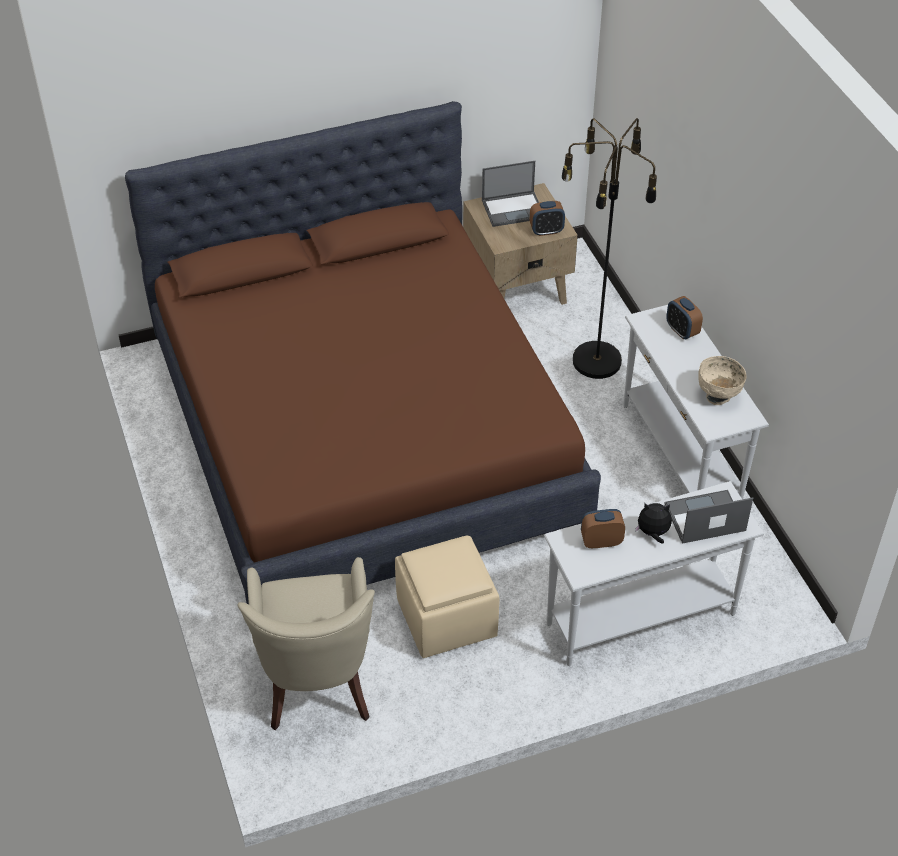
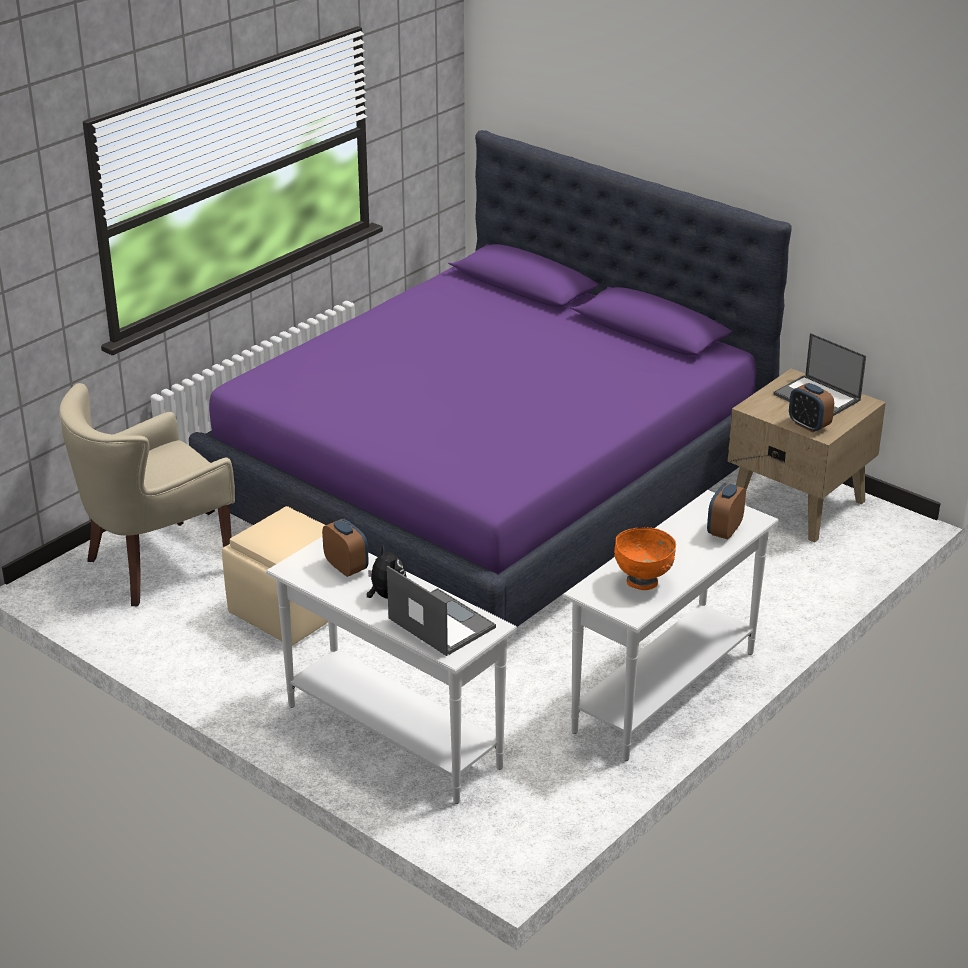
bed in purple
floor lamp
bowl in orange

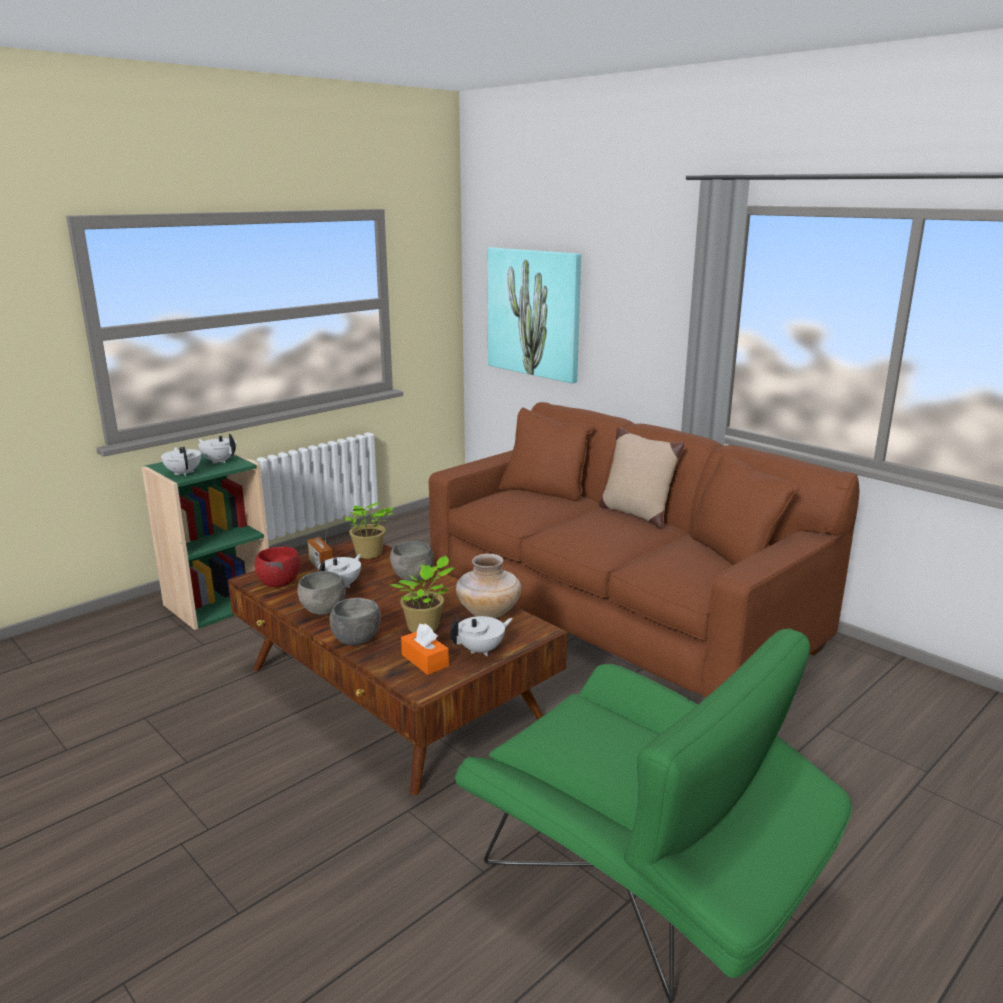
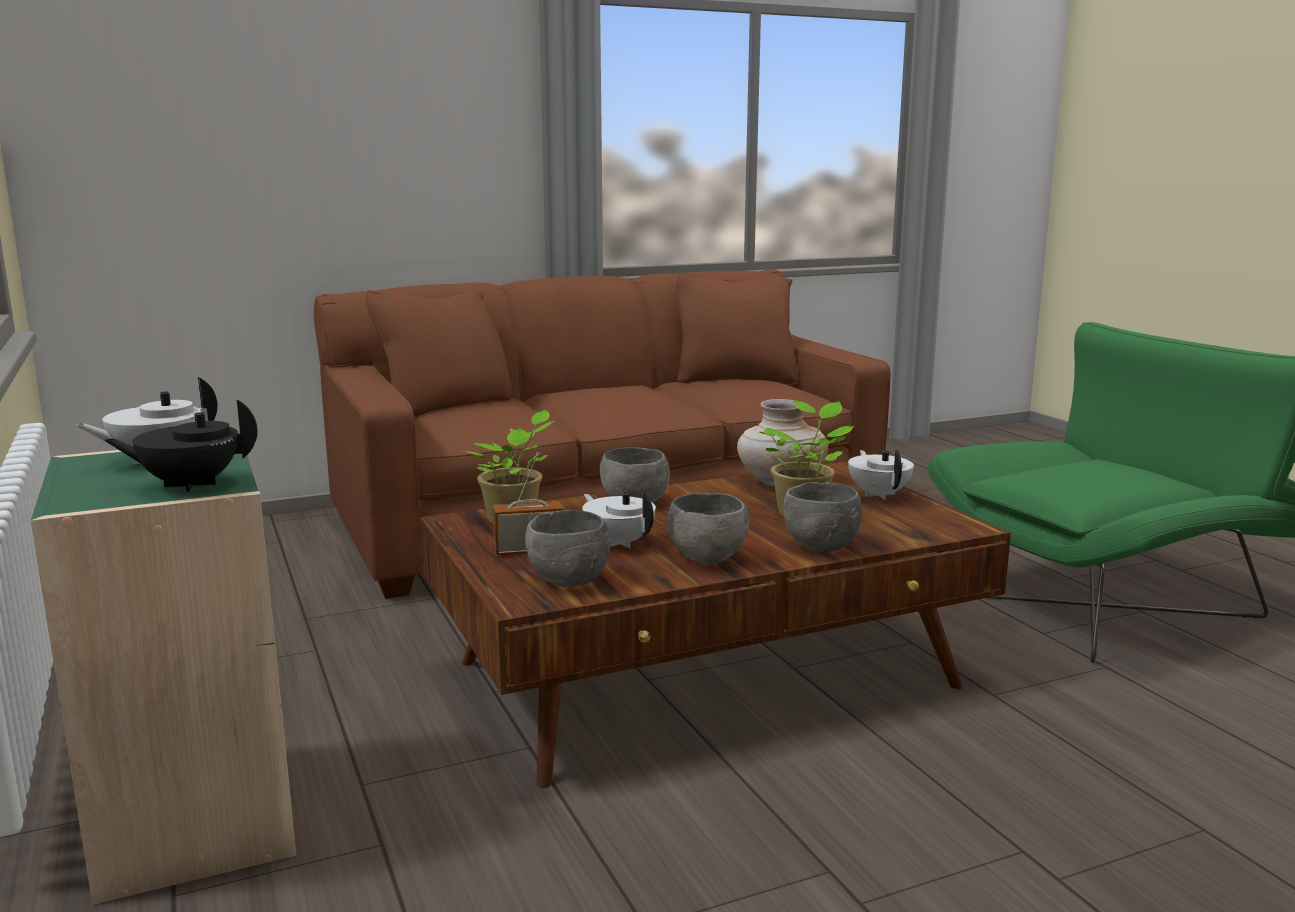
teapot in black
bowl in grey (no. 1 from left)
tissue box in orange
picture
pillow in beige

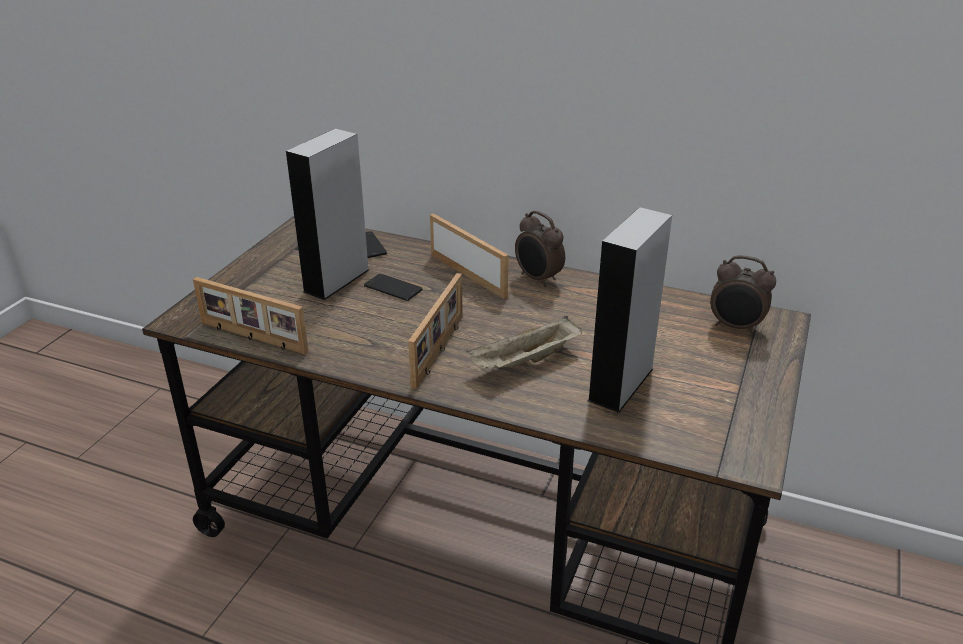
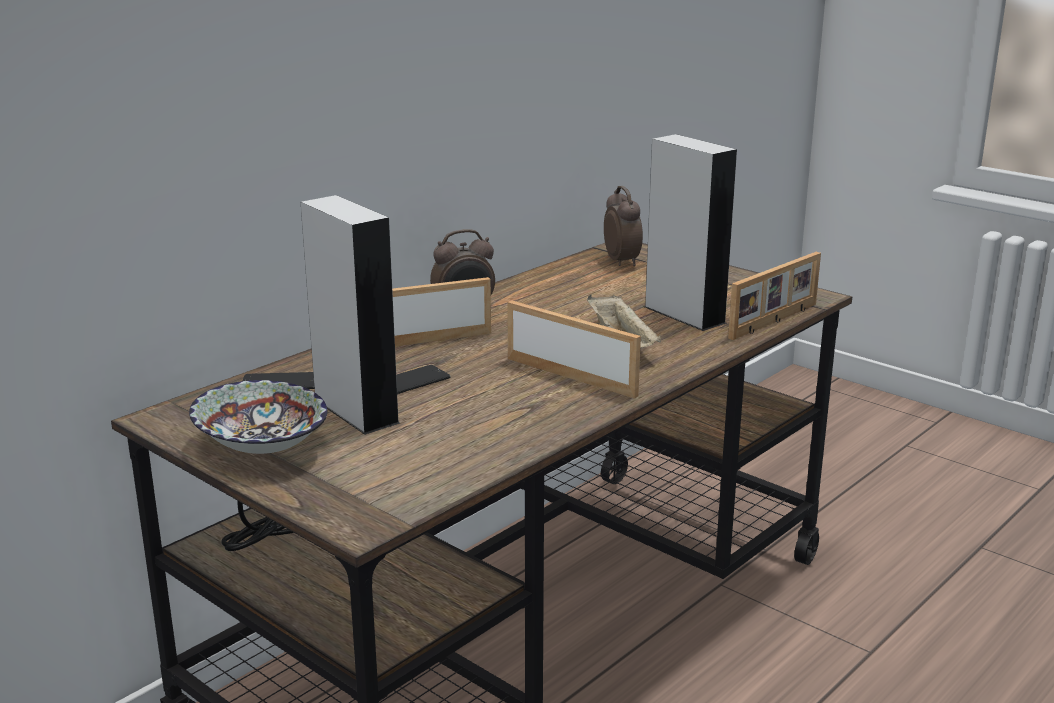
picture frame (no. 3 from left)
alarm clock (no. 2 from left)
bowl

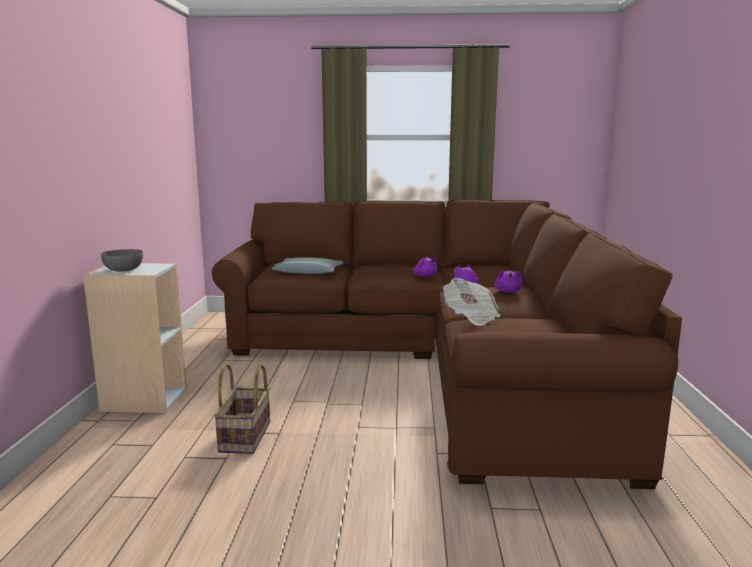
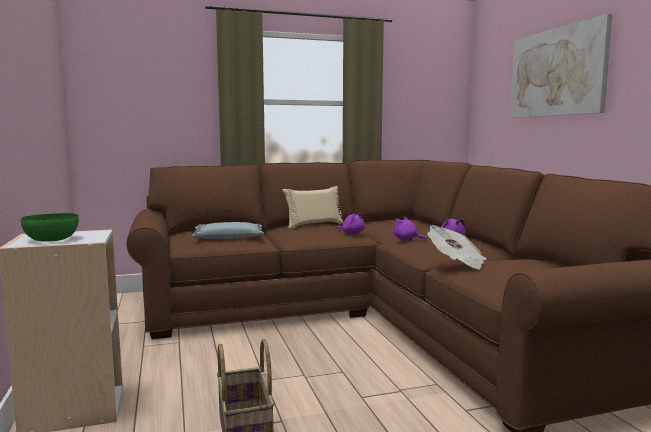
bowl in green
pillow in beige
picture

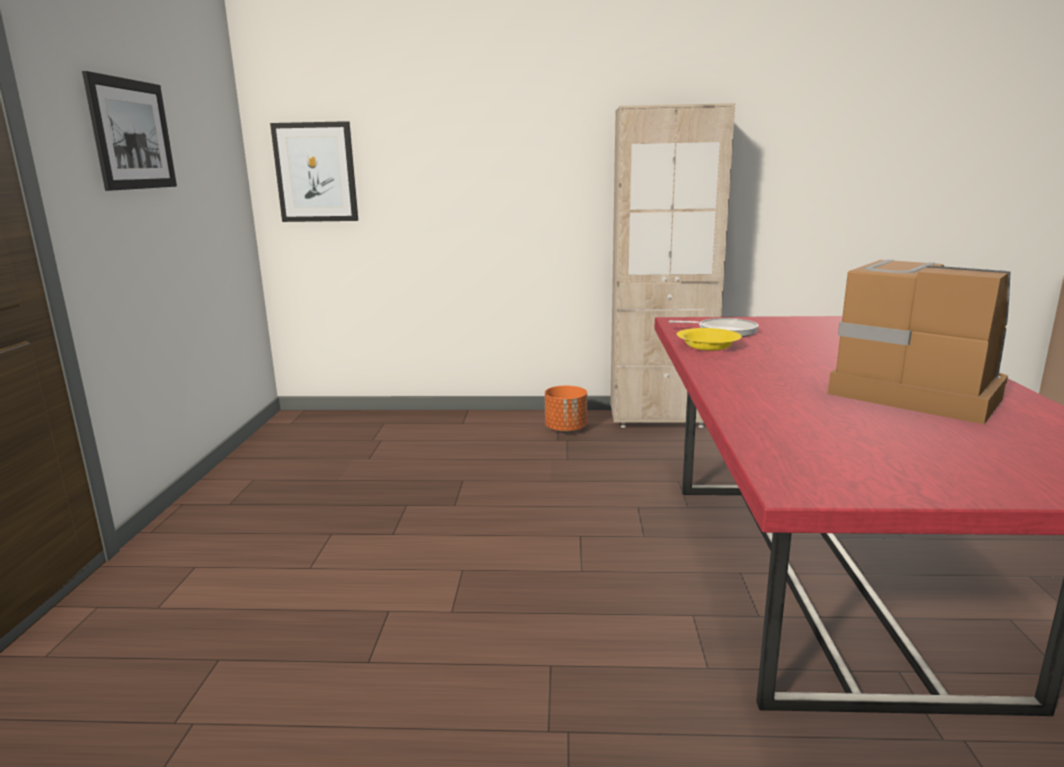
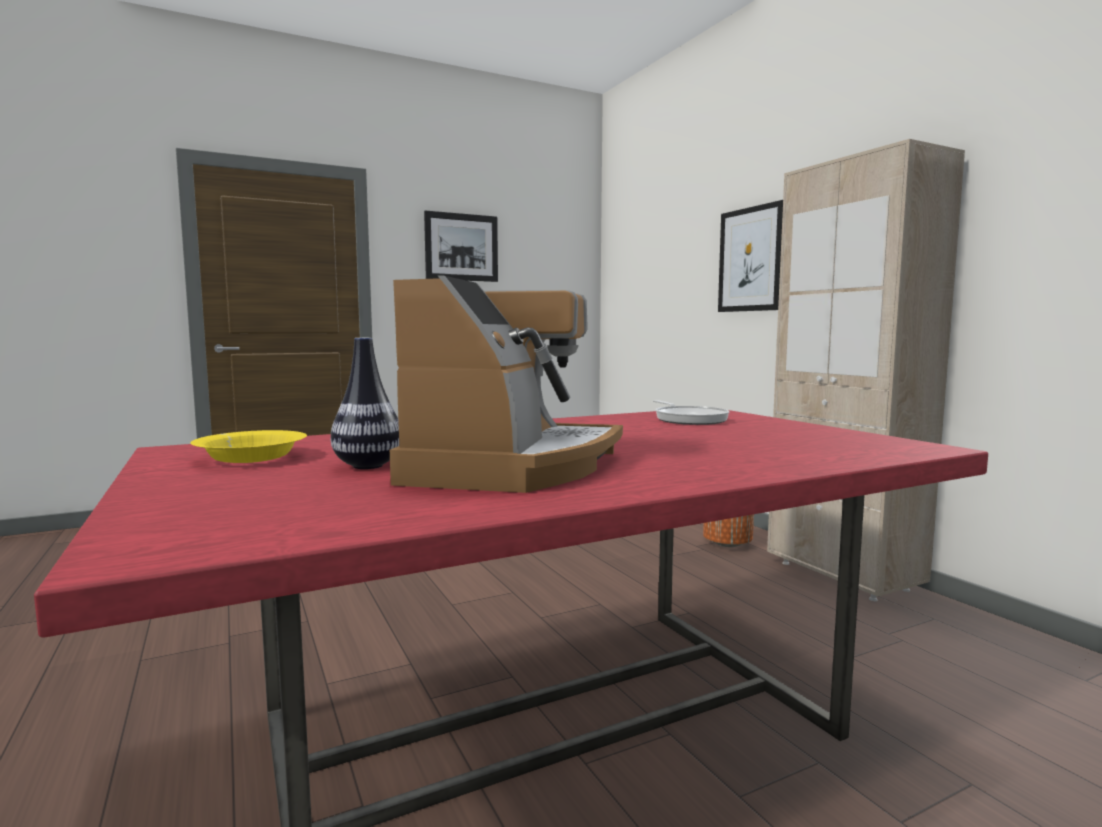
picture (no. 2 from left)
bowl in yellow
vase

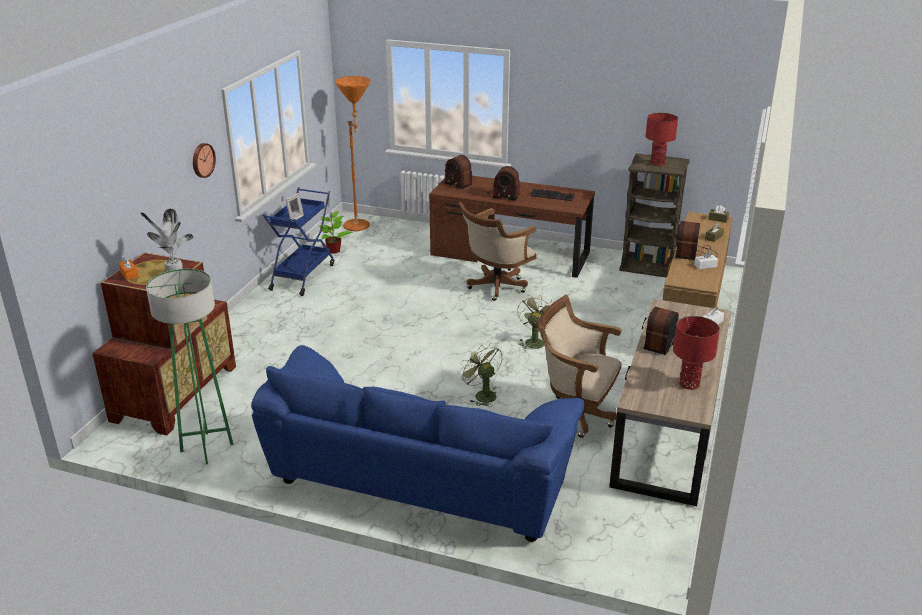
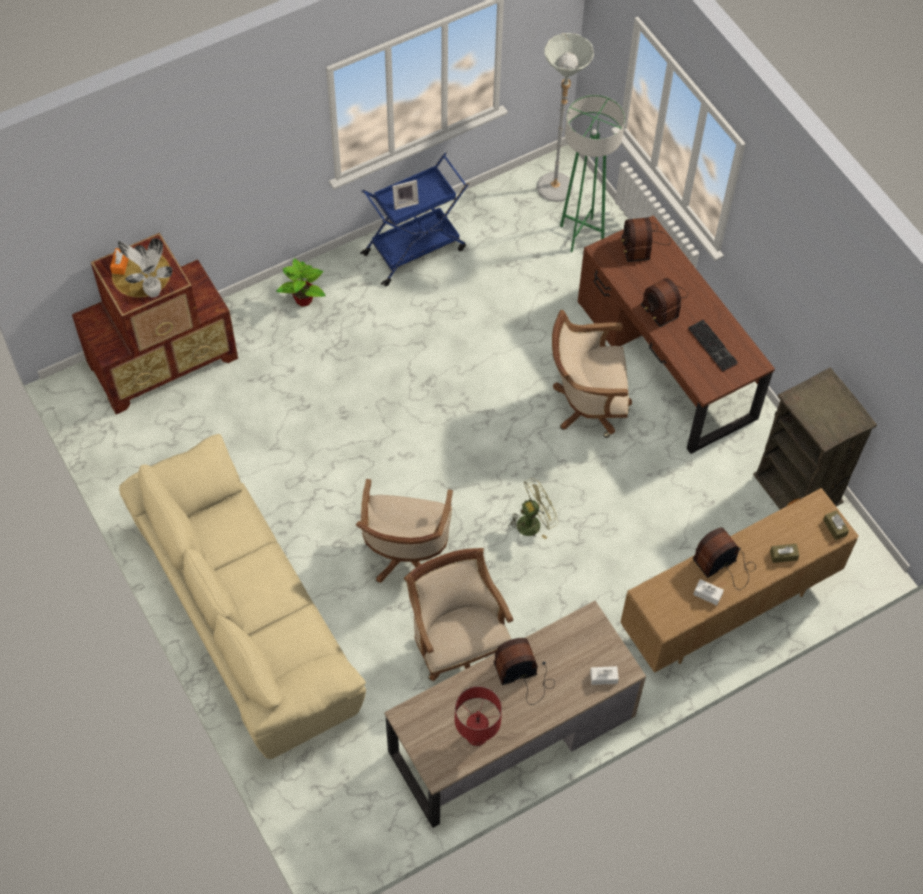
floor lamp in green
wall clock
sofa in beige
potted plant (no. 2 from left)
floor lamp in grey
office chair (no. 1 from left)
table lamp in red (no. 1 from left in the first image)

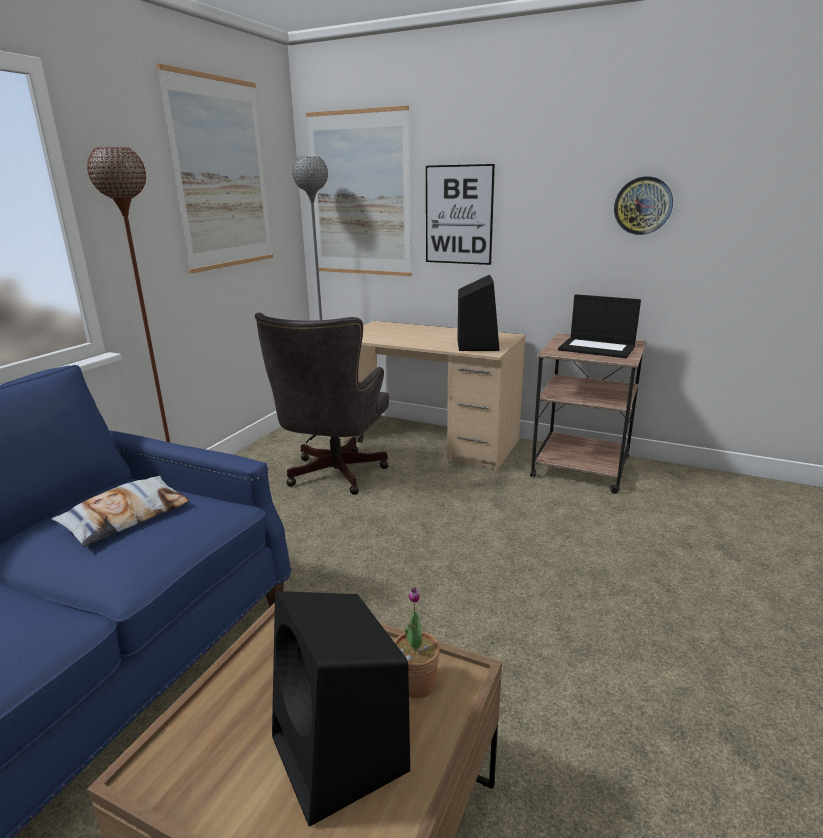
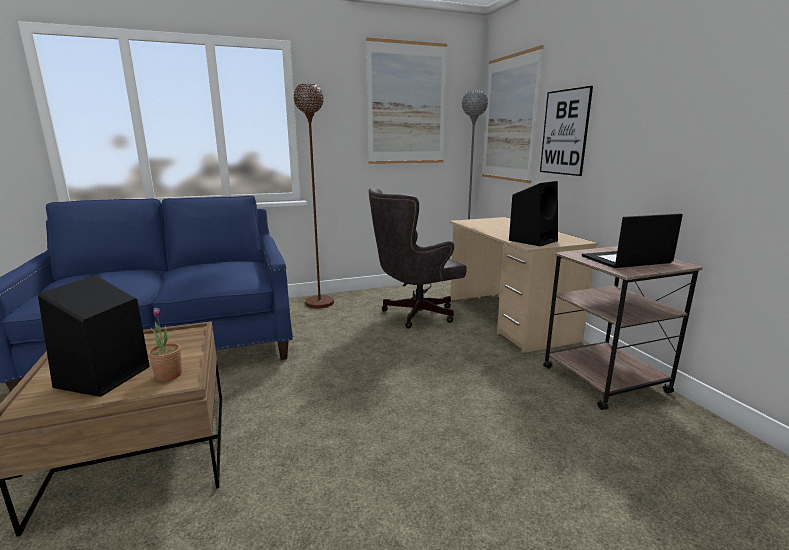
pillow
laptop
wall clock

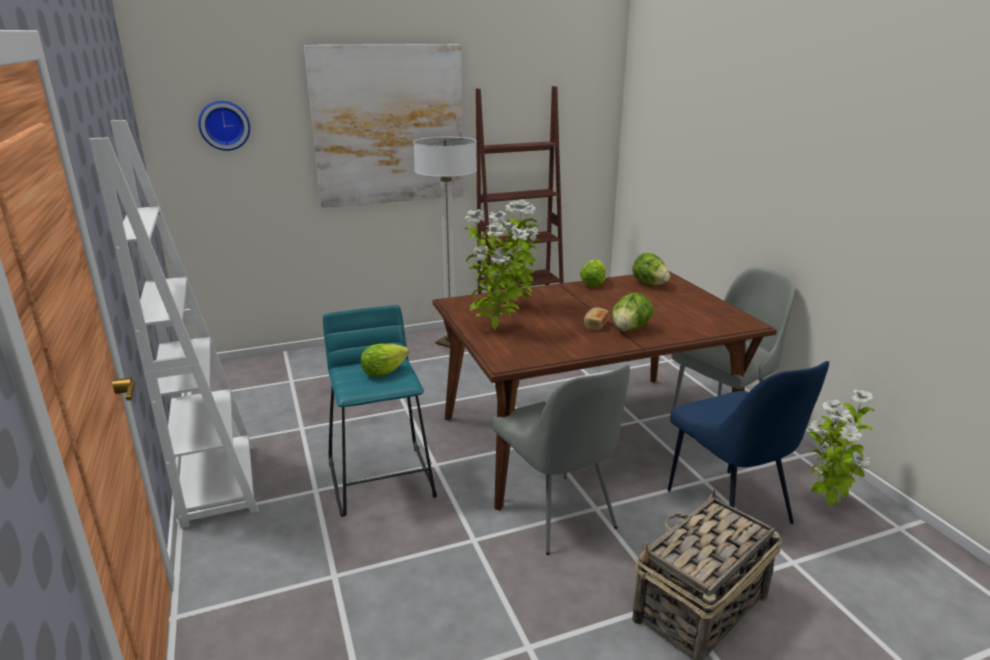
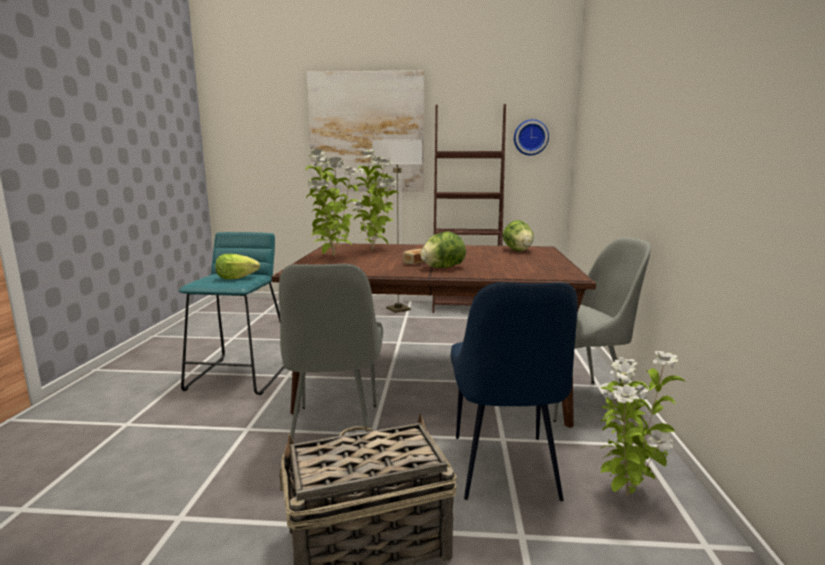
bookcase in white
wall clock
lettuce (no. 2 from left in the first image)

